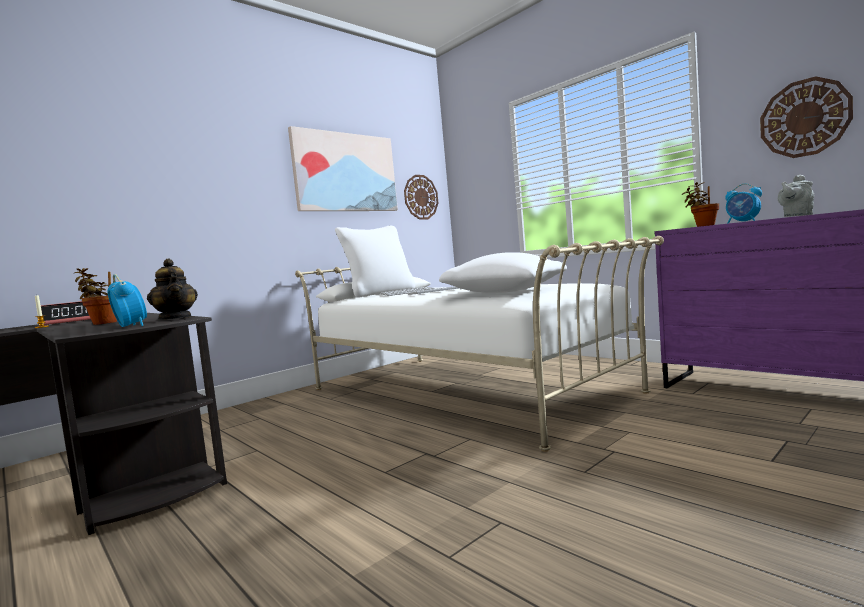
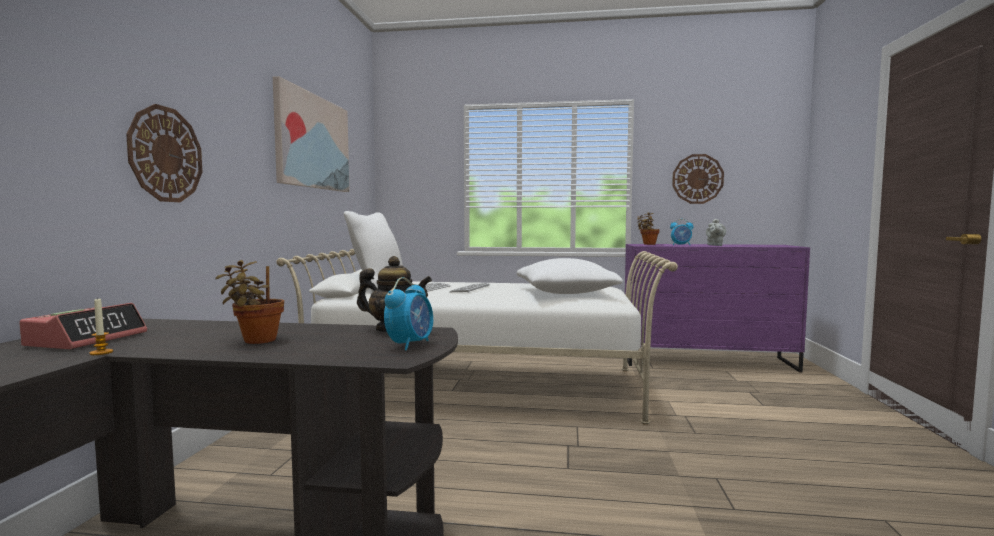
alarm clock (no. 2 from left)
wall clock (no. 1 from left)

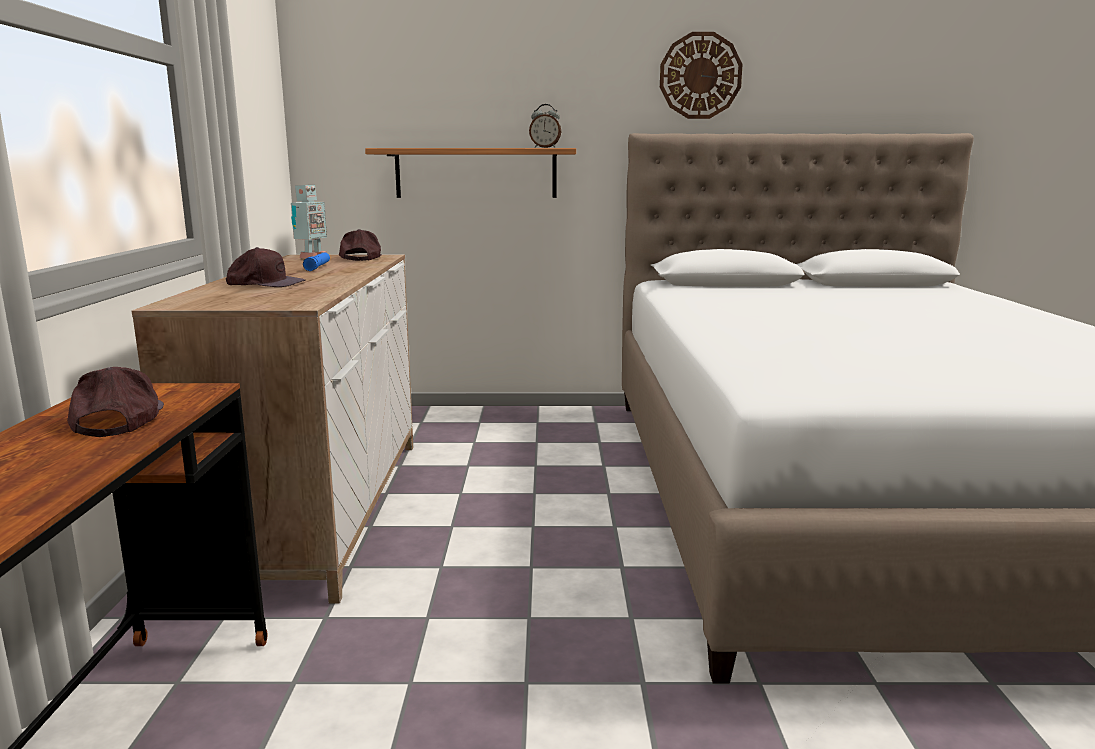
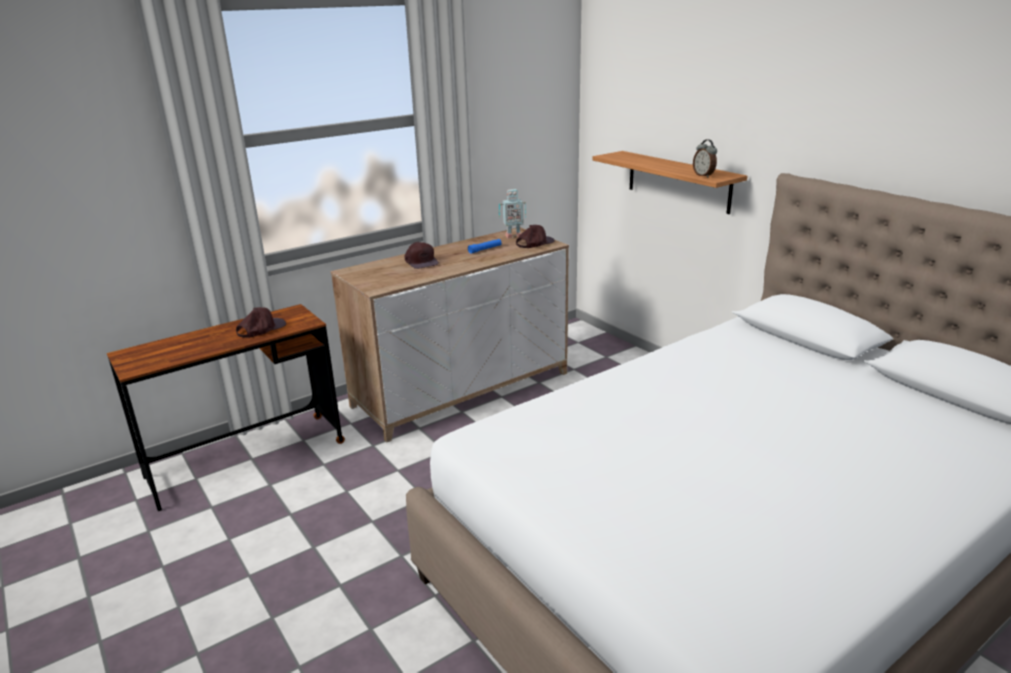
wall clock

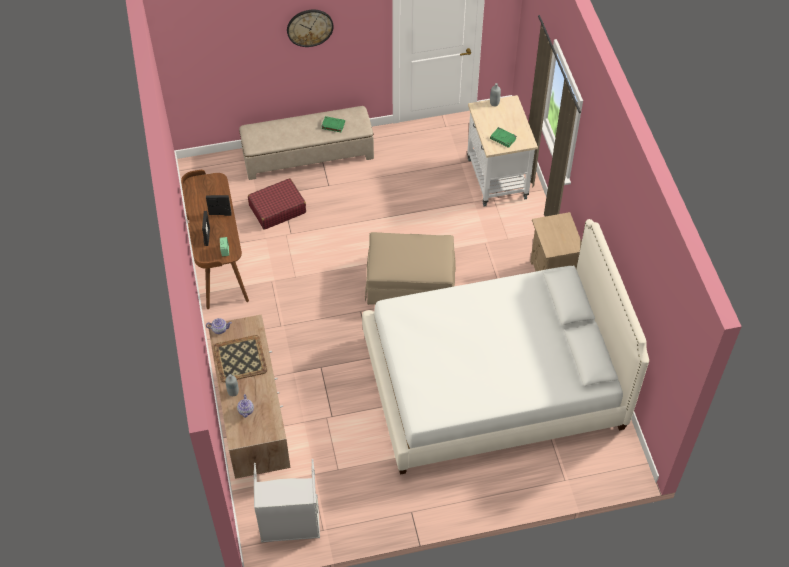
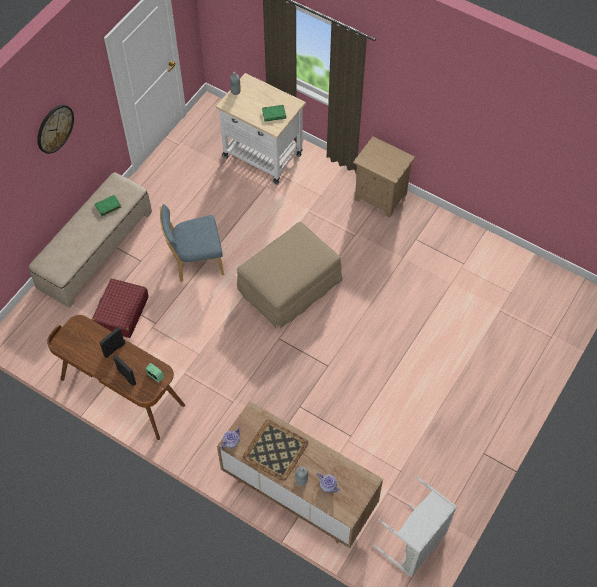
bed in white
chair in blue

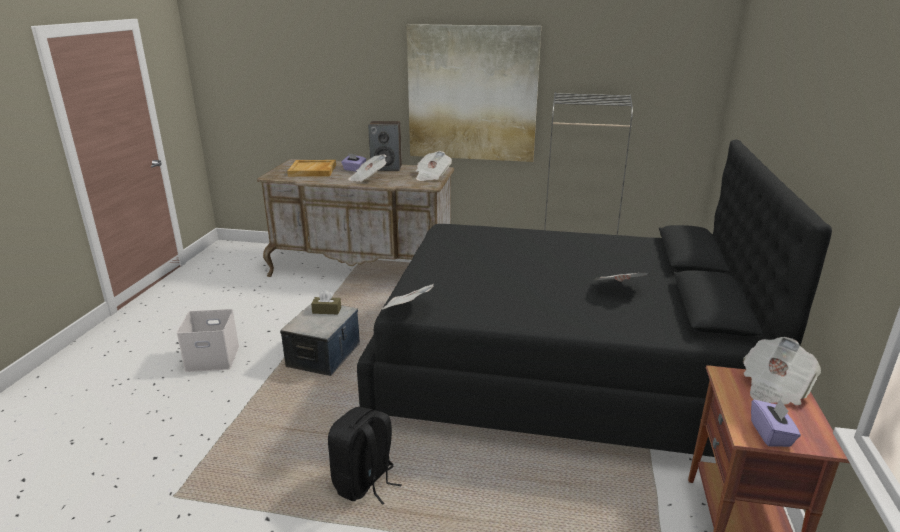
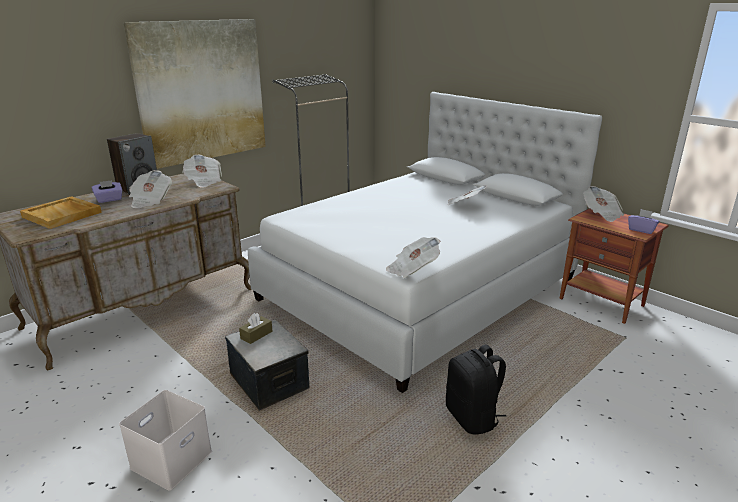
bed in white

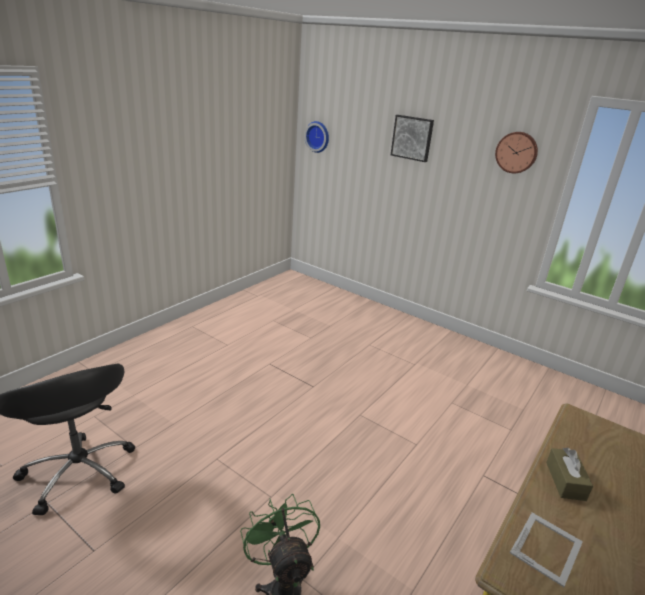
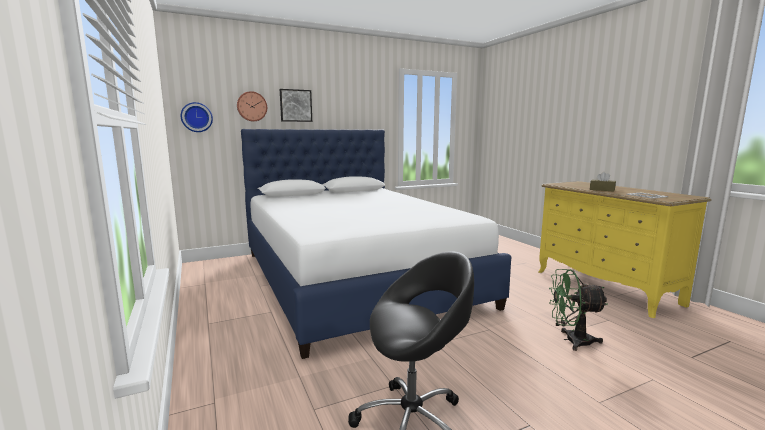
wall clock (no. 2 from left)
bed in white

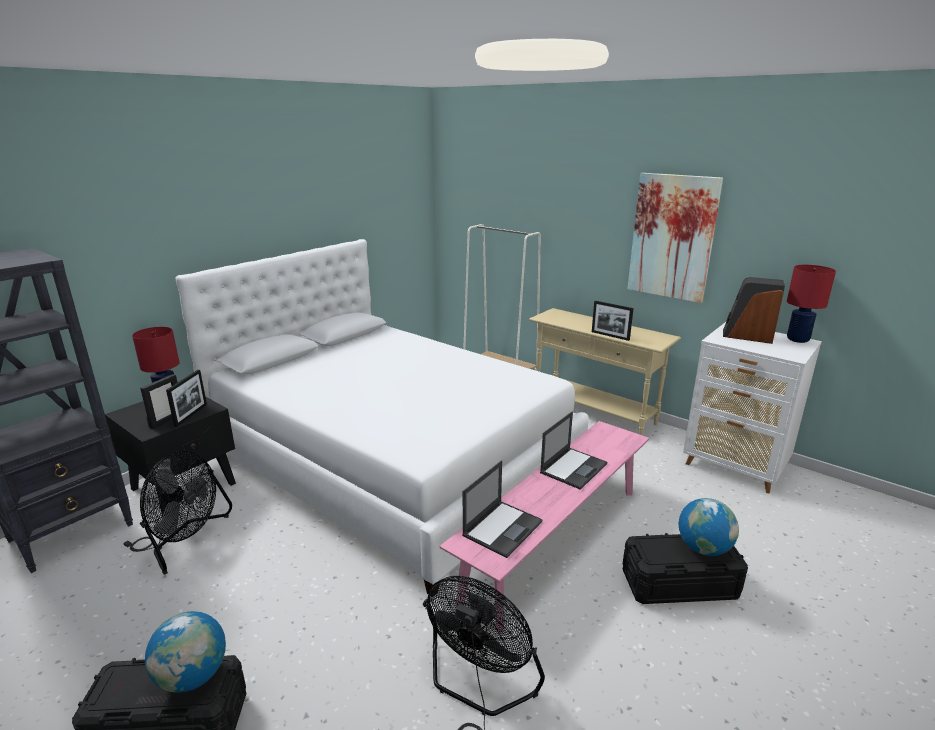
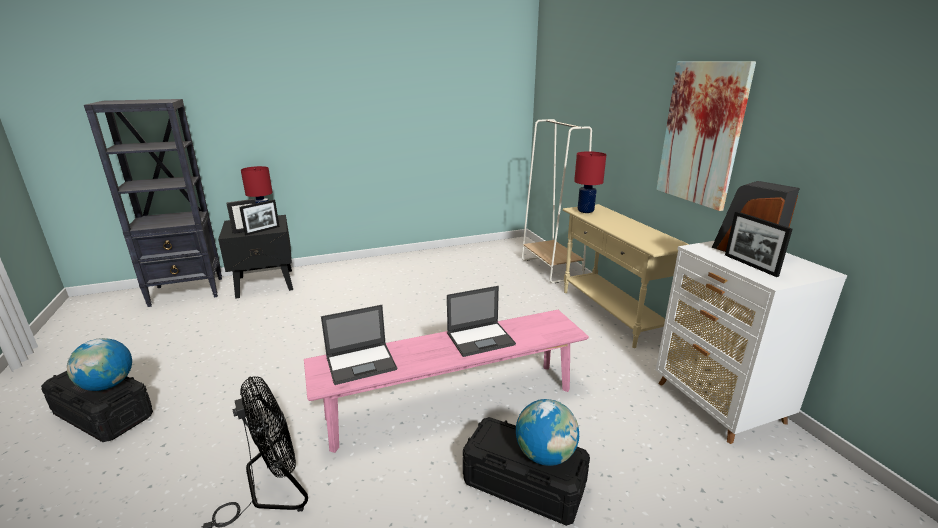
fan in black (no. 1 from left in the first image)
bed in white
picture frame (no. 3 from left)
table lamp in red (no. 2 from left)

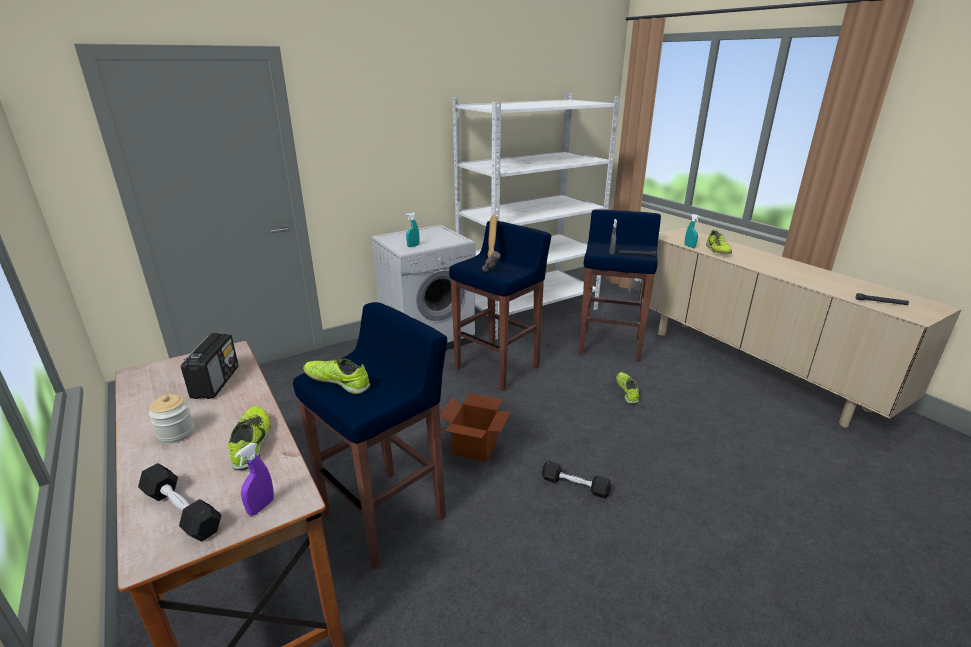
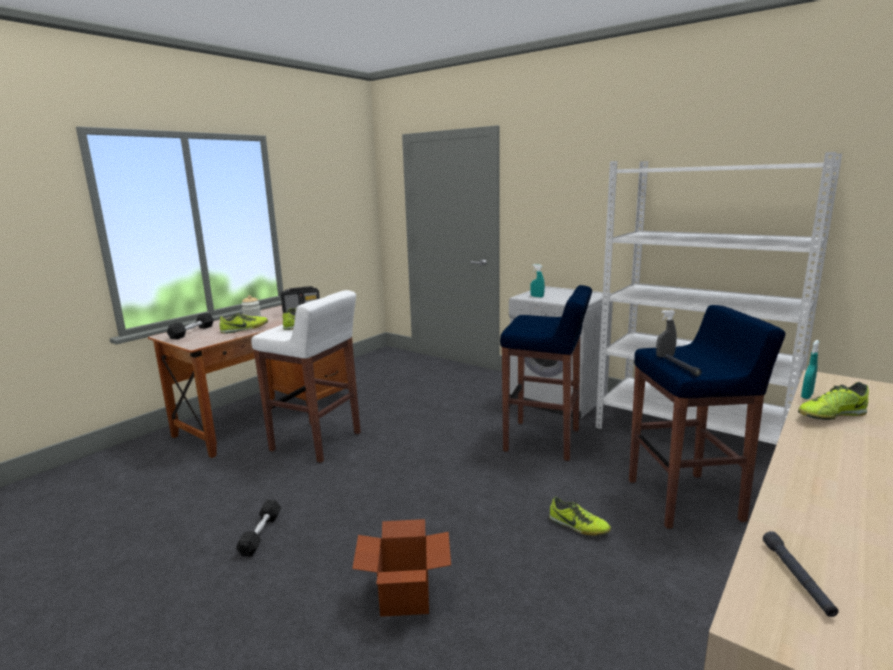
spray bottle in purple
stool in white
cardboard box
hammer
dumbbell in black (no. 2 from left)
shoe (no. 3 from left)

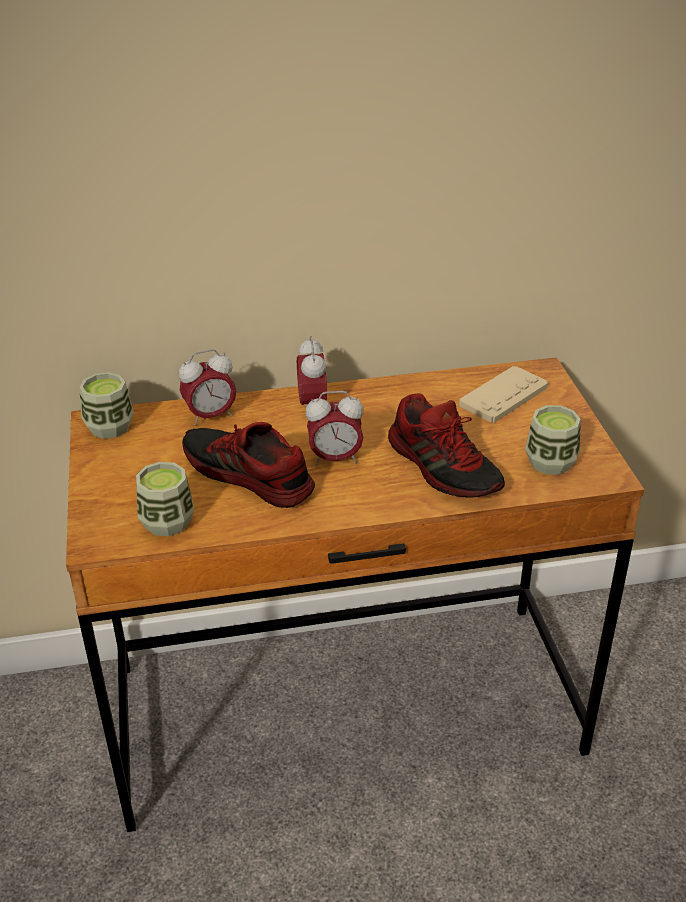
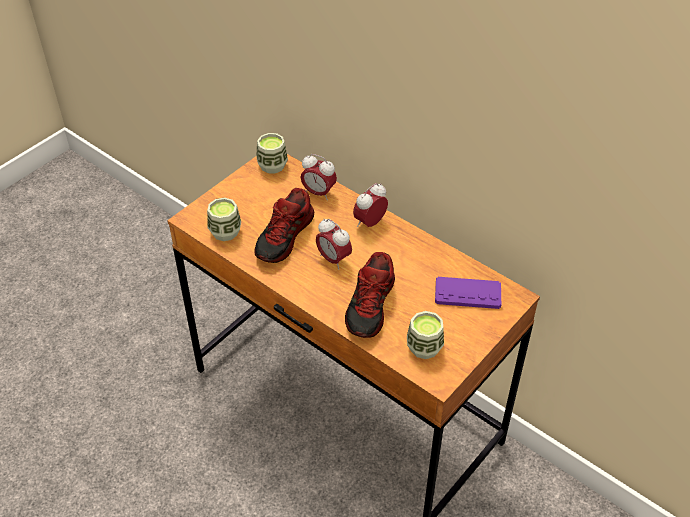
shoe (no. 1 from left)
game controller in purple

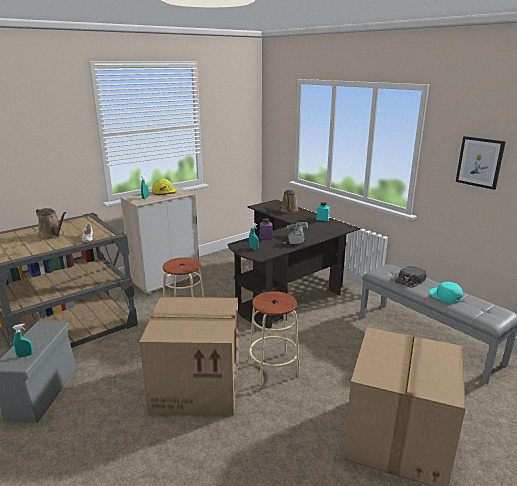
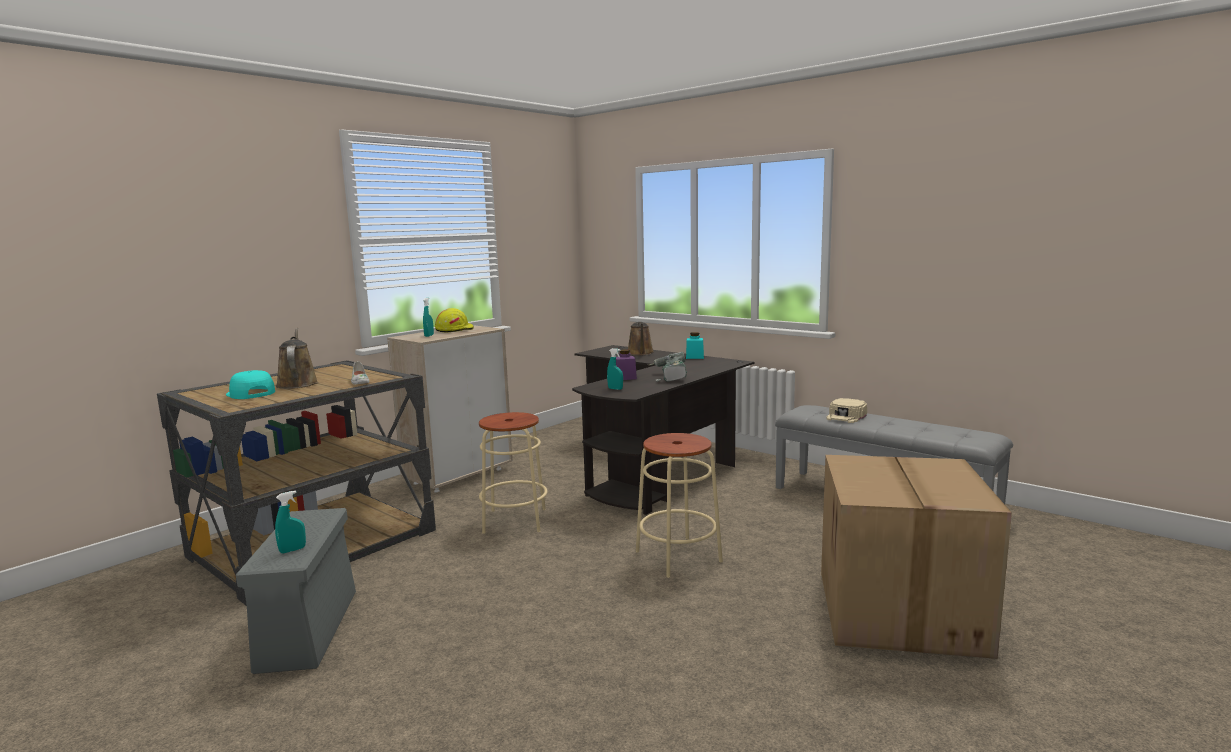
watering can in brown (no. 1 from left)
cardboard box (no. 1 from left in the first image)
cap in beige
cap in turquoise
picture

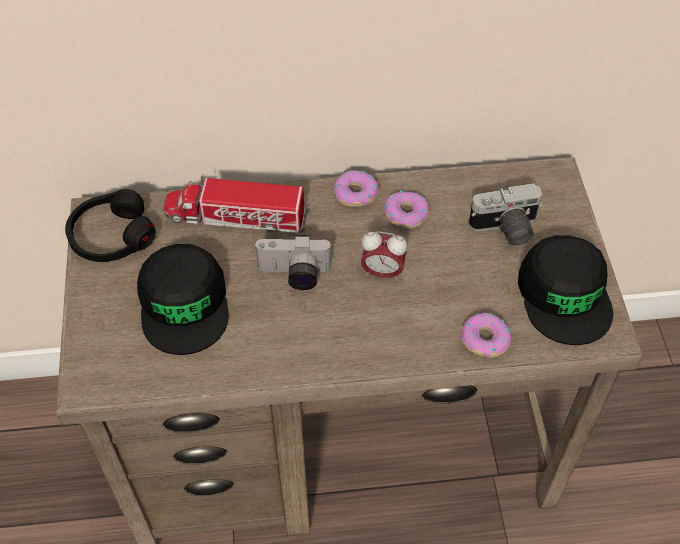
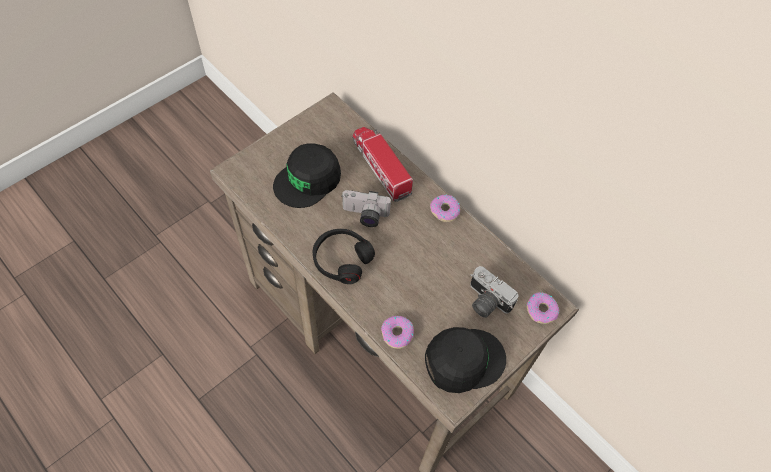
headphones in black
photo camera (no. 1 from left)
alarm clock
donut (no. 3 from left)
cap in black (no. 2 from left)

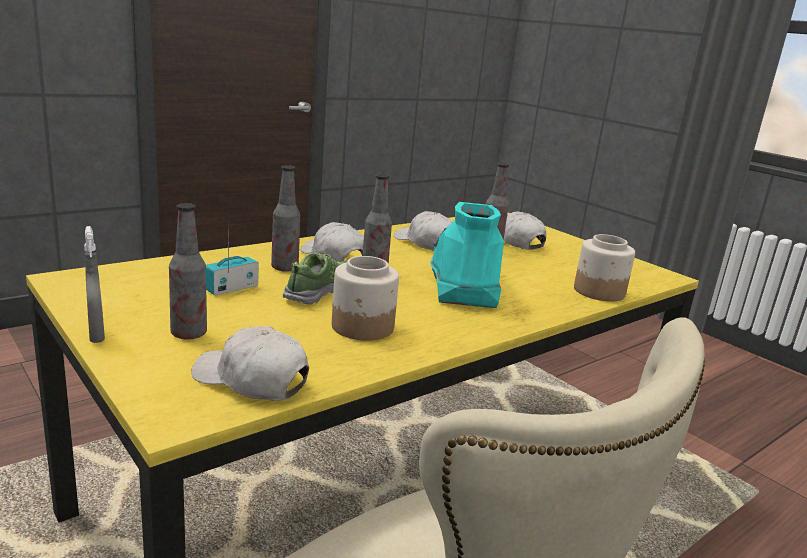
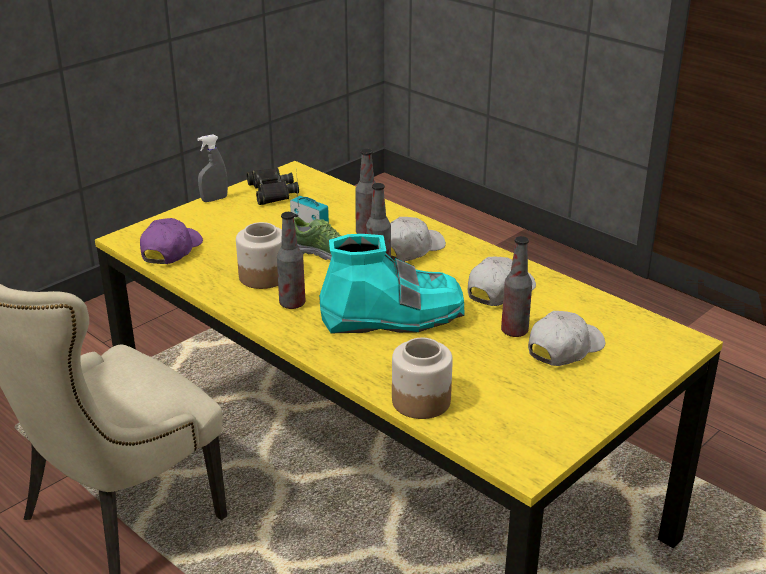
bottle (no. 1 from left)
cap in purple
binoculars in black

